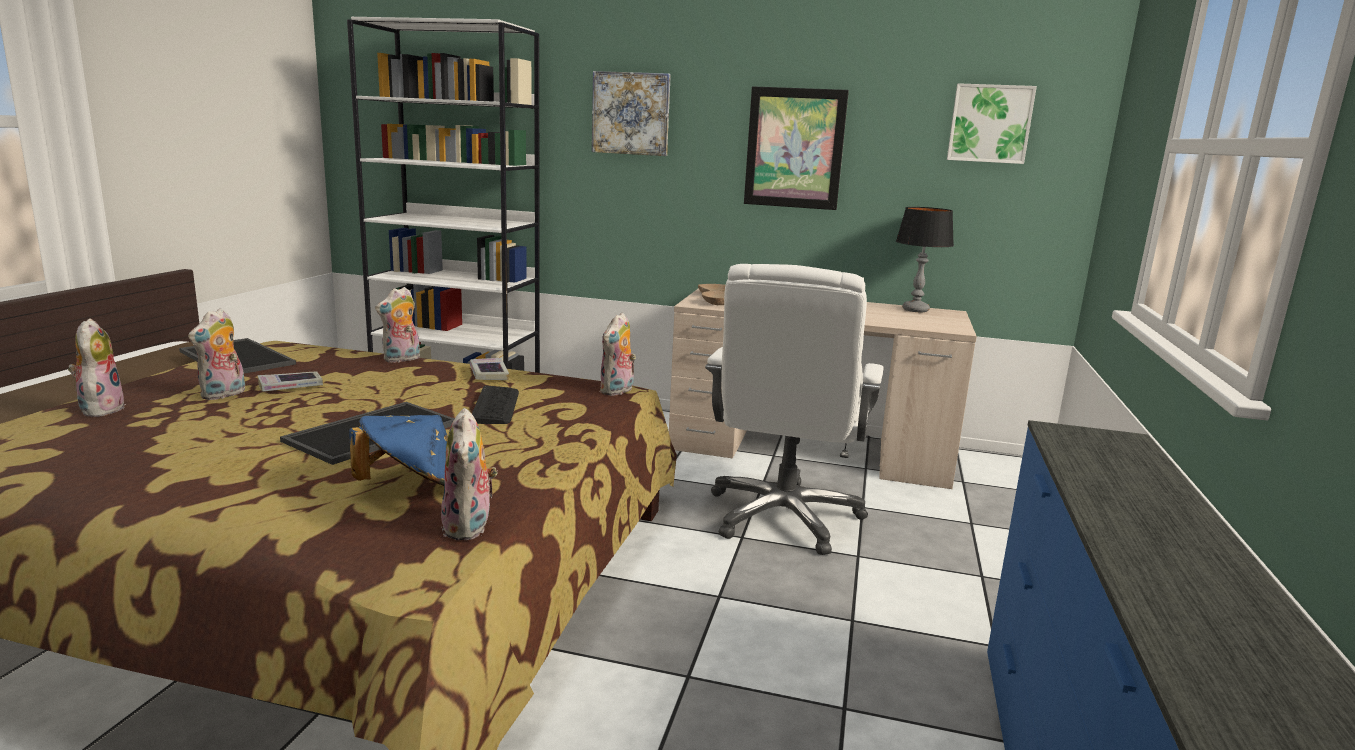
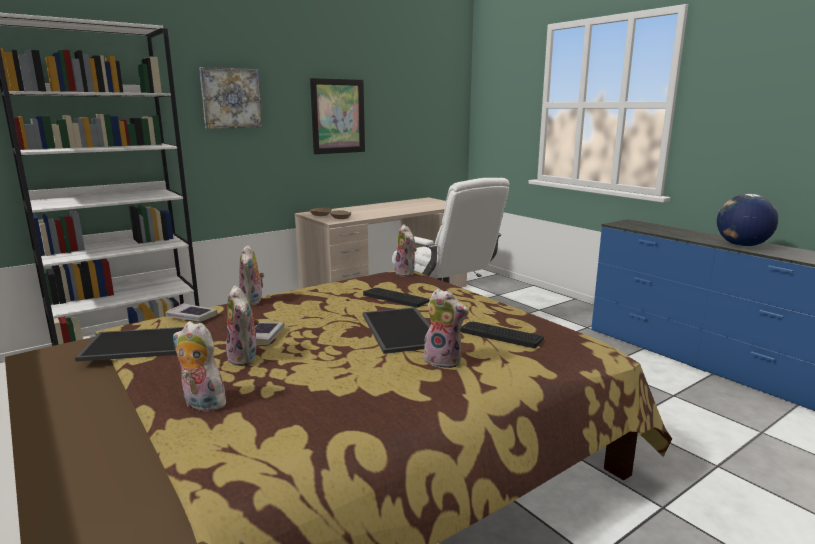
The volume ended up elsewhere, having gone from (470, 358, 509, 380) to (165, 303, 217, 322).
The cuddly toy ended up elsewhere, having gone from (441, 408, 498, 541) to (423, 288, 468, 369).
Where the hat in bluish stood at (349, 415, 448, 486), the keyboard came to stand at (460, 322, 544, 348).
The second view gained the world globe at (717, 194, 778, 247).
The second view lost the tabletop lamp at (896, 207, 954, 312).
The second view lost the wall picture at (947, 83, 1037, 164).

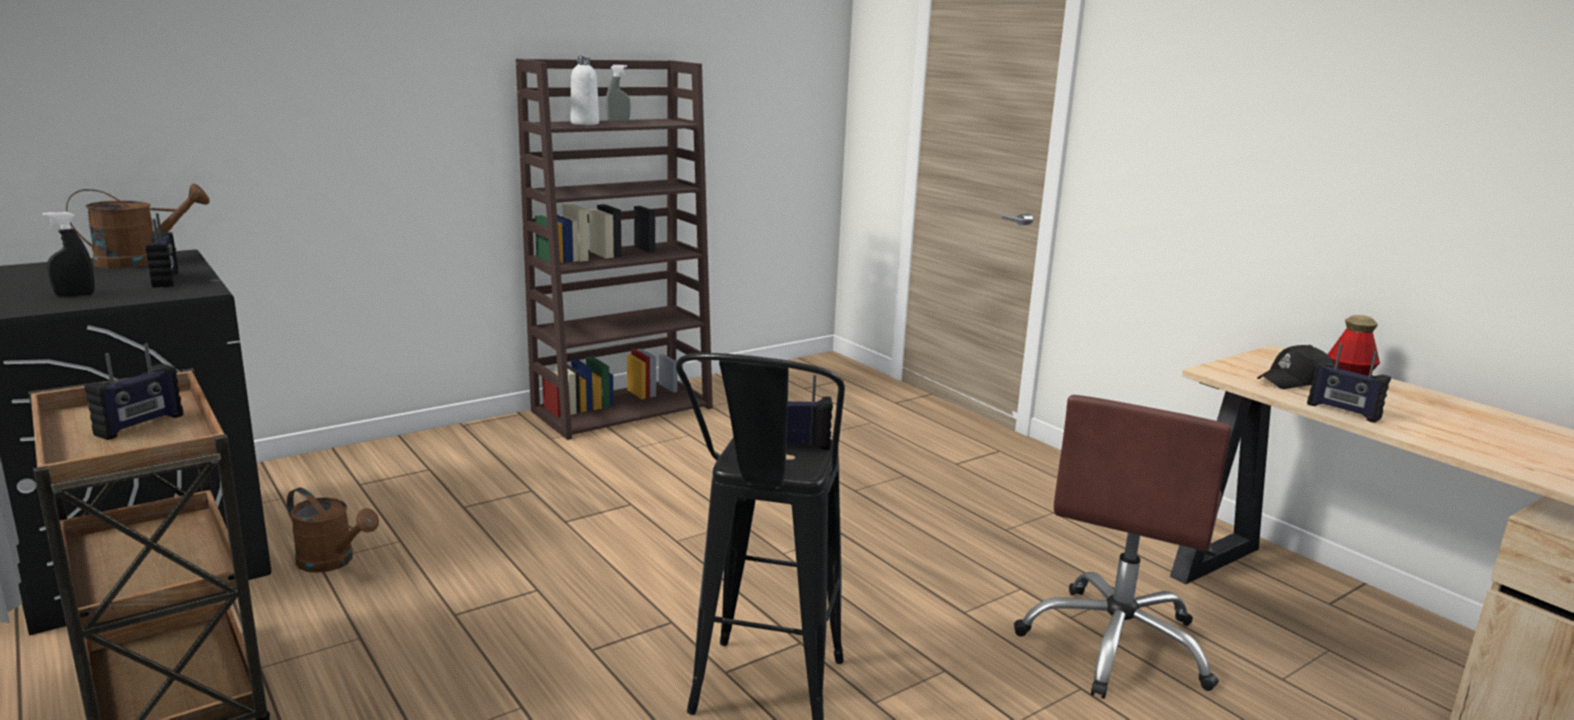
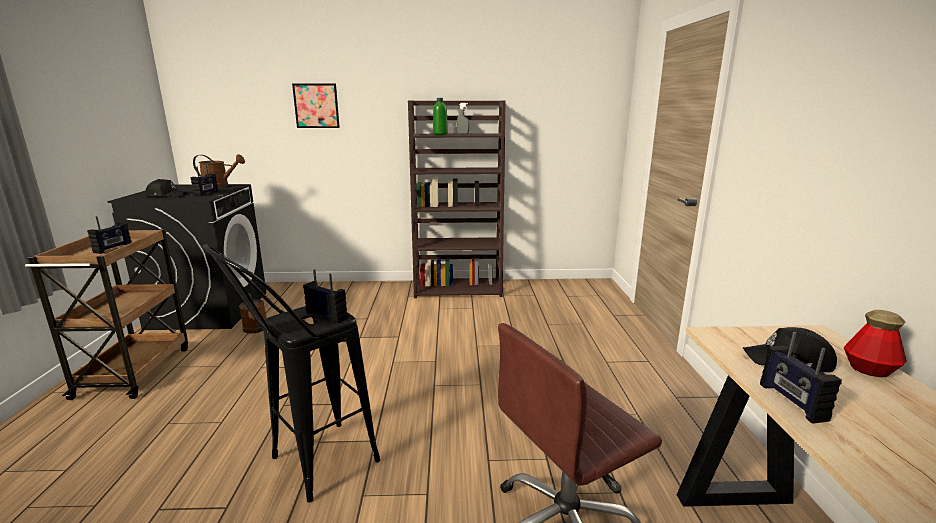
The radio at (84, 343, 183, 440) ended up facing another way, 45 degrees counterclockwise from before.
Where the sprayer in black stood at (42, 212, 95, 296), the baseball cap in black came to stand at (146, 179, 187, 197).
The second view gained the wall picture at (292, 84, 340, 128).
What was the bottle in white at (571, 56, 599, 125) turned into the bottle in green at (433, 98, 448, 135).

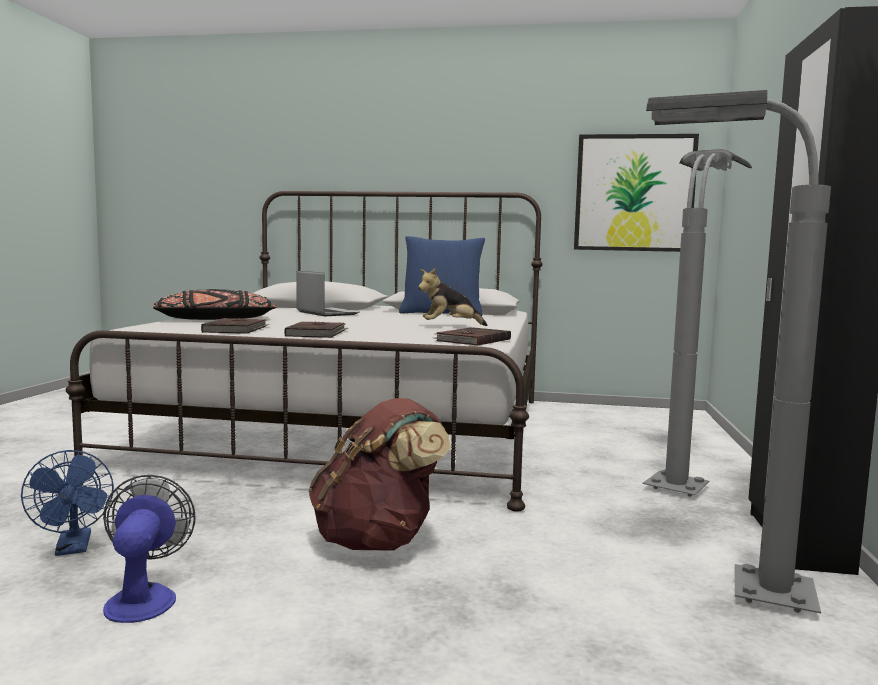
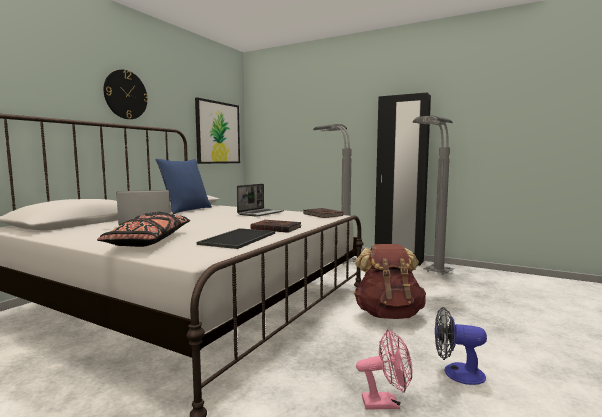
The second view gained the hanging clock at (104, 70, 148, 119).
Where the volume in brownish stood at (201, 318, 270, 334), the tray came to stand at (197, 228, 275, 249).
Where the cuddly toy stood at (418, 268, 487, 326), the portable computer came to stand at (237, 184, 284, 217).
What was the electric fan in bluish at (21, 450, 114, 556) turned into the electric fan in pinkish at (356, 329, 413, 410).

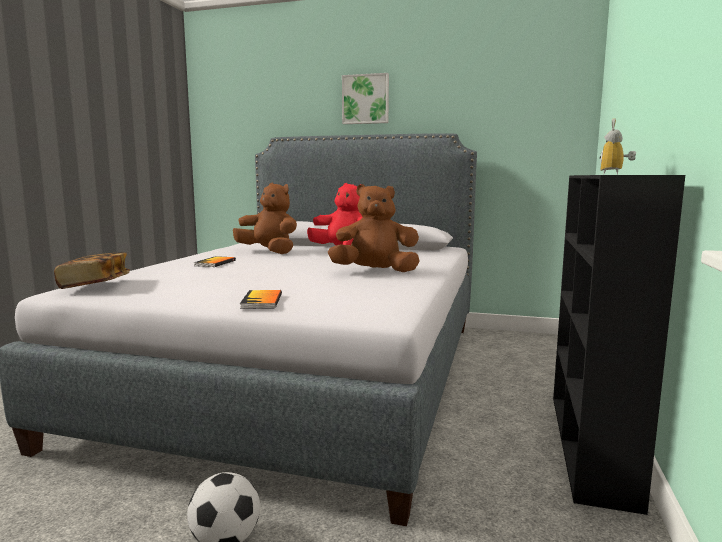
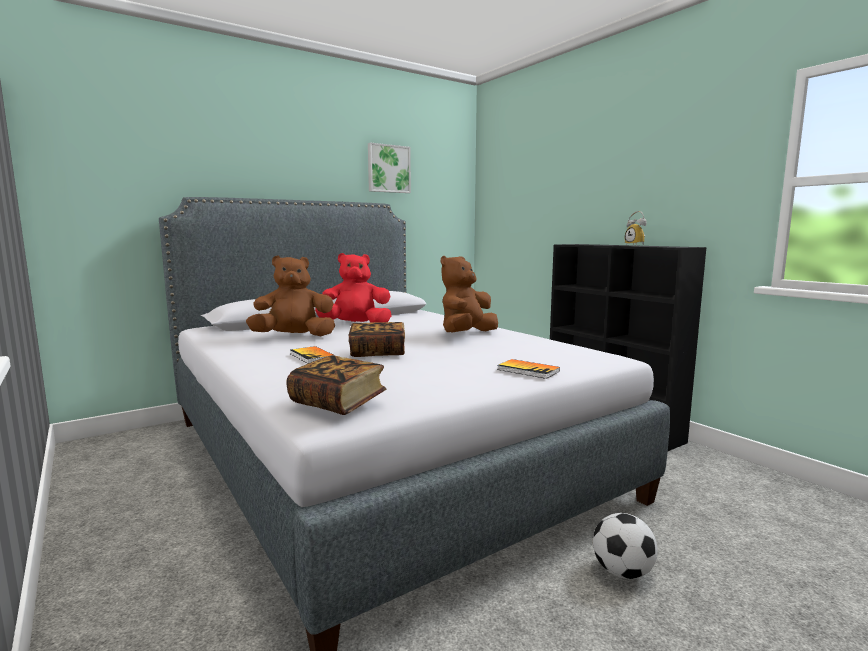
The second view gained the volume at (348, 322, 405, 357).
The wall picture ended up elsewhere, having gone from (342, 73, 389, 124) to (368, 143, 411, 193).

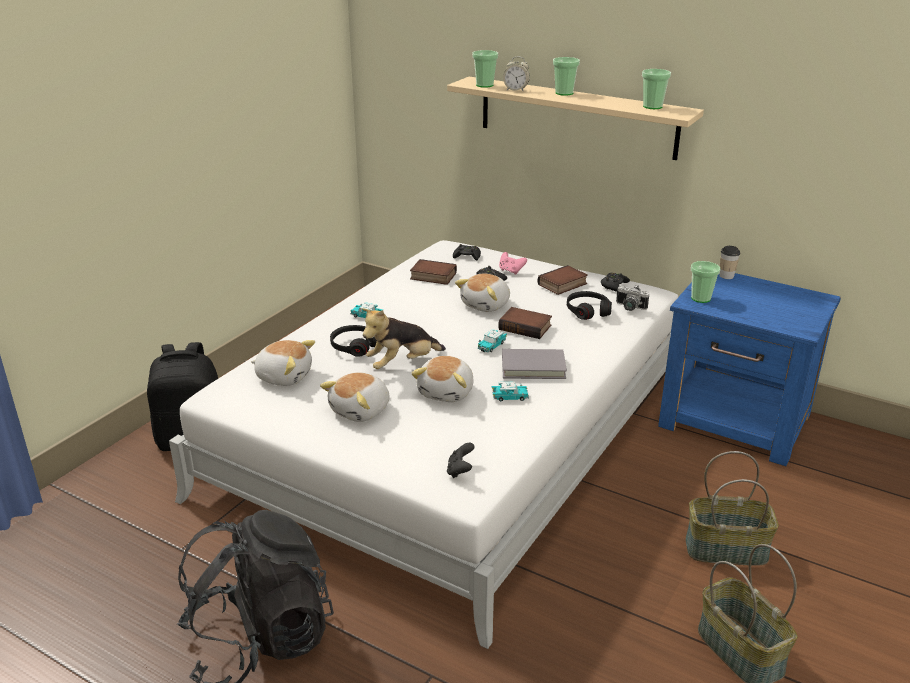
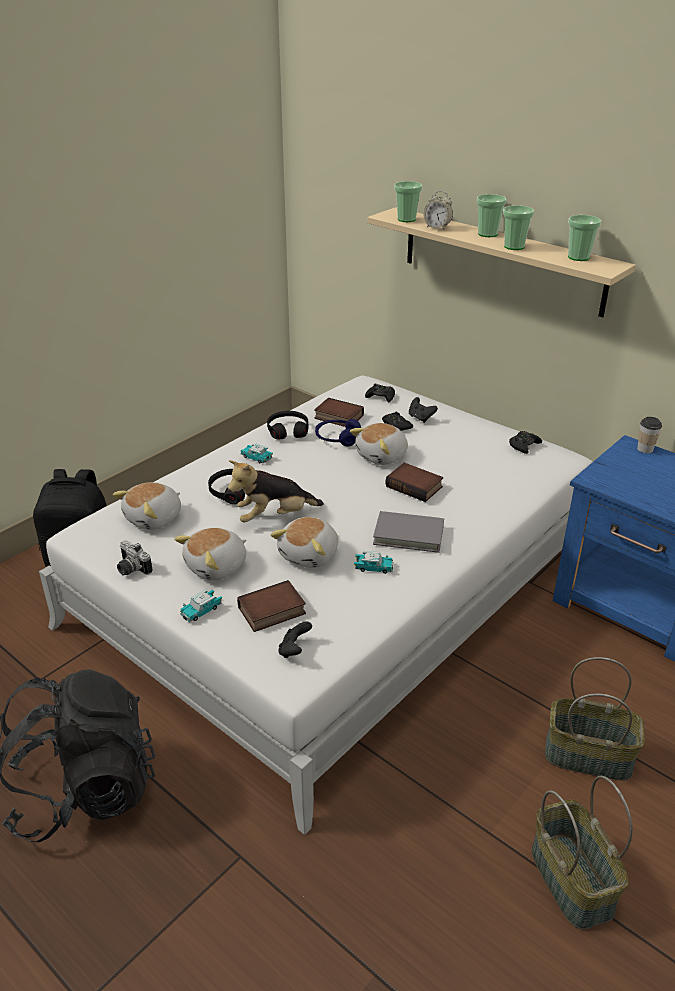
The cuddly toy at (251, 340, 315, 386) ended up facing another way, 105 degrees clockwise from before.
The still camera ended up elsewhere, having gone from (616, 285, 649, 311) to (117, 540, 152, 576).
The model car ended up elsewhere, having gone from (477, 329, 507, 352) to (180, 589, 222, 622).
The volume ended up elsewhere, having gone from (538, 265, 588, 295) to (237, 580, 306, 632).
The headset in black ended up elsewhere, having gone from (567, 291, 612, 320) to (267, 411, 308, 439).
The second view gained the headset in bluish at (315, 419, 361, 446).
What was the joypad in pinkish at (499, 252, 527, 275) turned into the joypad in black at (409, 397, 438, 423).
The cup ended up elsewhere, having gone from (691, 261, 720, 303) to (503, 205, 534, 250).

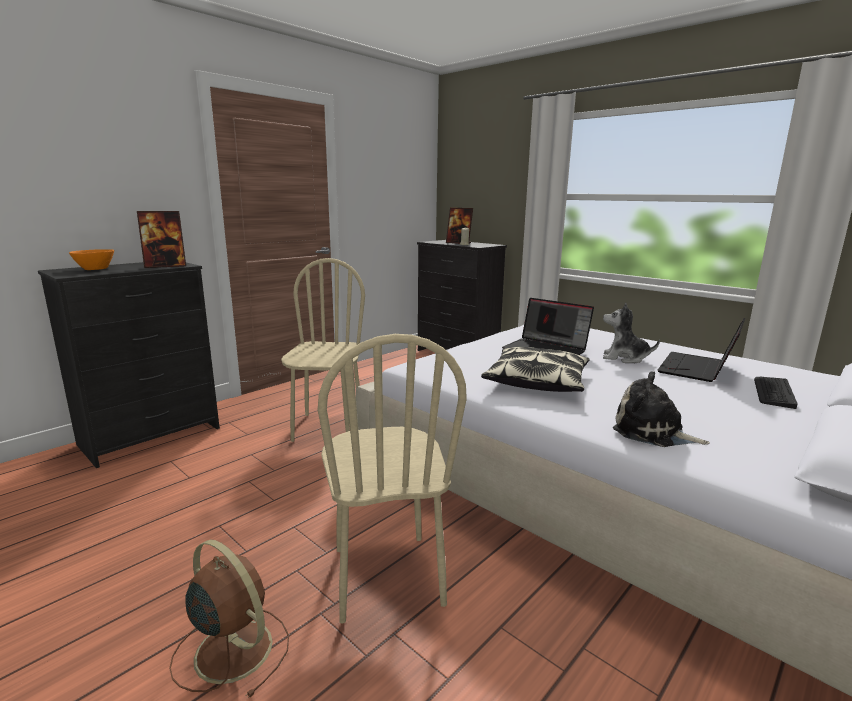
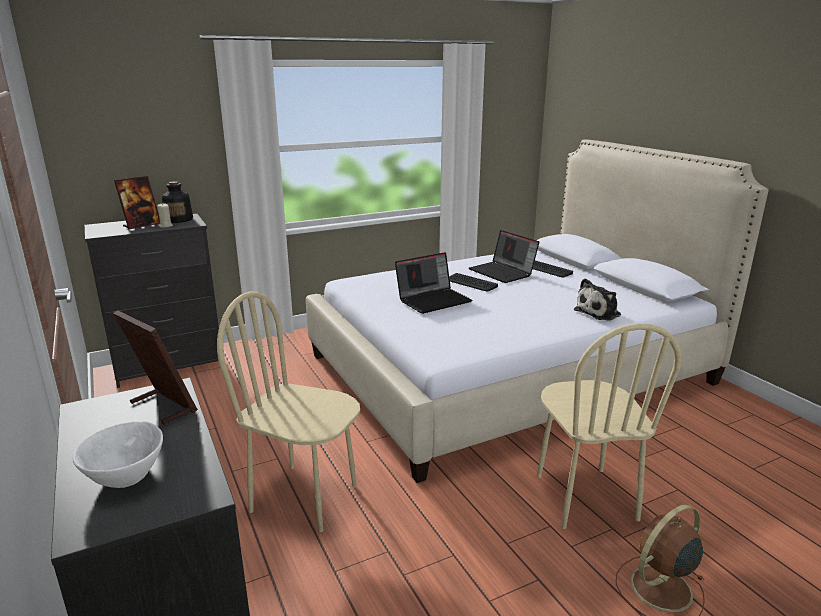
What was the serving bowl in orange-coloured at (69, 249, 114, 270) turned into the serving bowl in white at (73, 421, 163, 488).
The standing frame at (137, 211, 186, 268) ended up facing another way, 45 degrees counterclockwise from before.
The second view gained the bottle at (162, 181, 193, 223).
Where the cuddly toy stood at (603, 303, 660, 363), the keyboard came to stand at (449, 273, 498, 291).
The upright chair in beige-coloured at (318, 334, 467, 623) ended up facing another way, 75 degrees clockwise from before.
The second view lost the cushion at (481, 347, 590, 392).

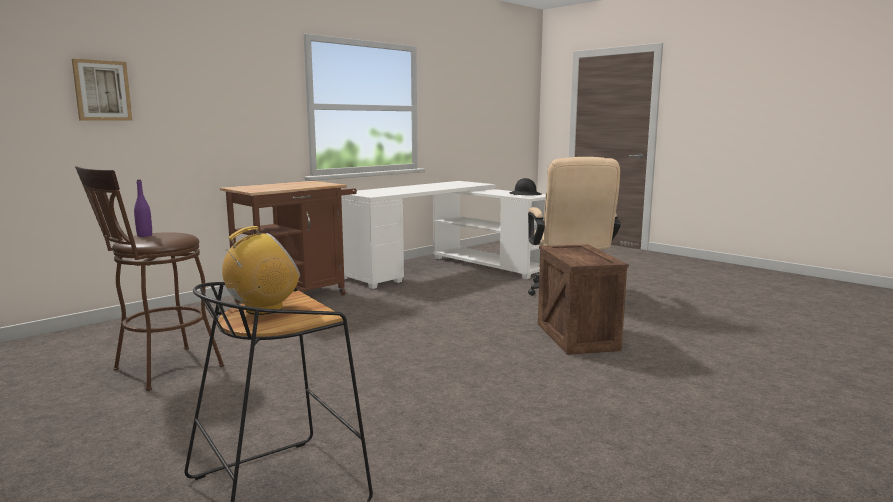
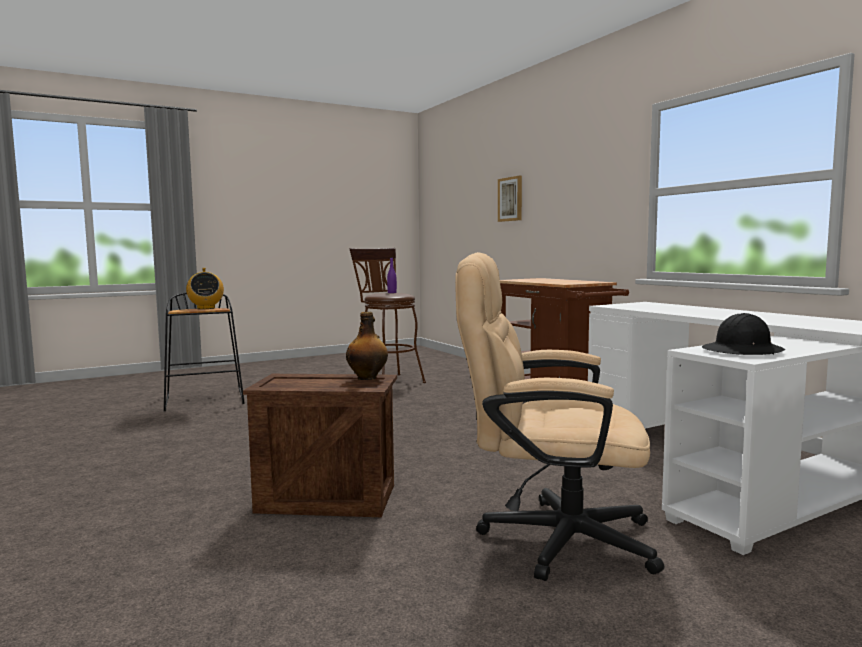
The second view gained the bottle at (346, 312, 388, 380).

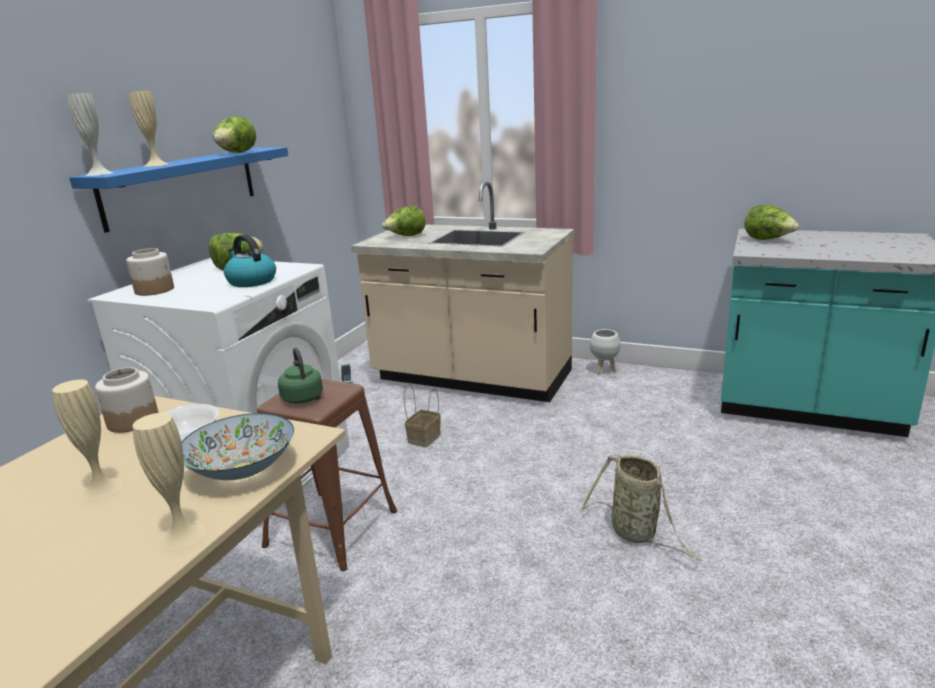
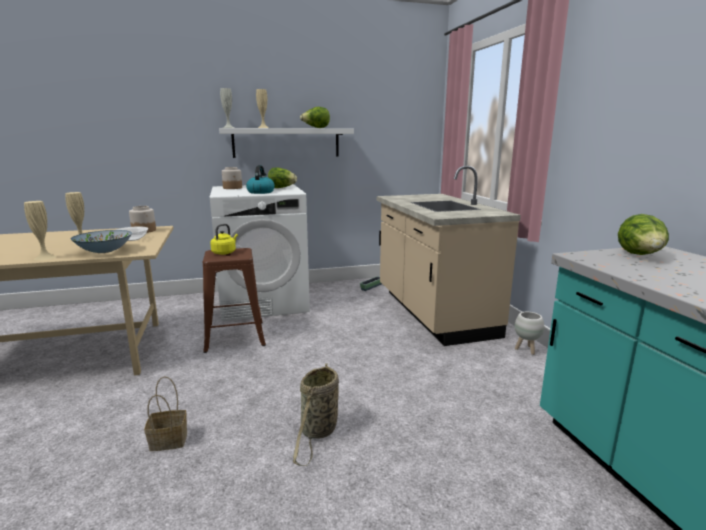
The storage basket ended up elsewhere, having gone from (404, 384, 441, 447) to (144, 376, 187, 451).
What was the kettle in green at (278, 347, 323, 404) turned into the kettle in yellow at (210, 224, 238, 255).
What was the wall shelf in bluish at (69, 147, 288, 233) turned into the wall shelf in white at (219, 128, 354, 158).
The second view lost the head of lettuce at (382, 206, 425, 236).

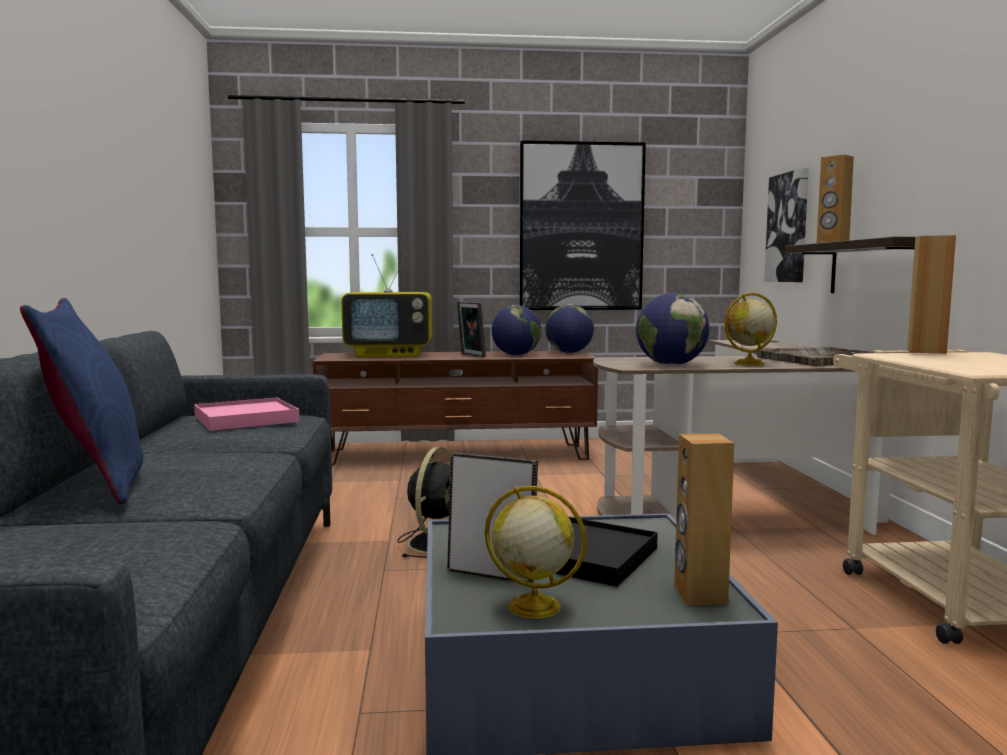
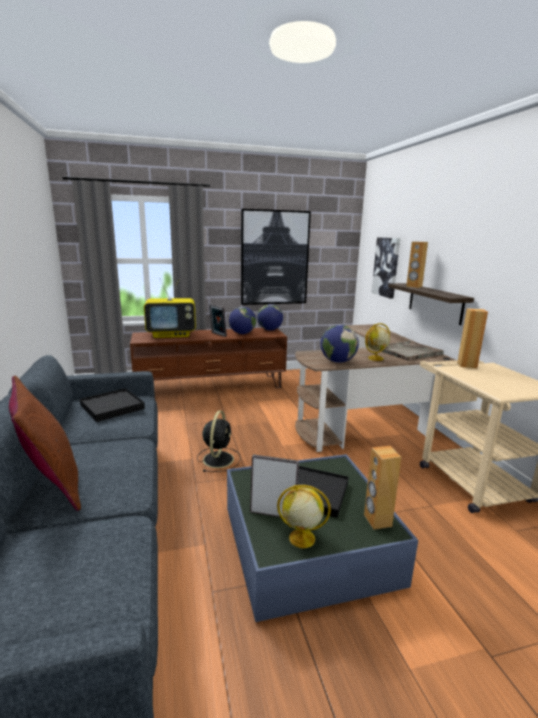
What was the cushion in bluish at (20, 298, 144, 504) turned into the cushion in brownish at (9, 376, 81, 511).
What was the tray in pinkish at (194, 397, 300, 431) turned into the tray in black at (80, 388, 145, 422).

